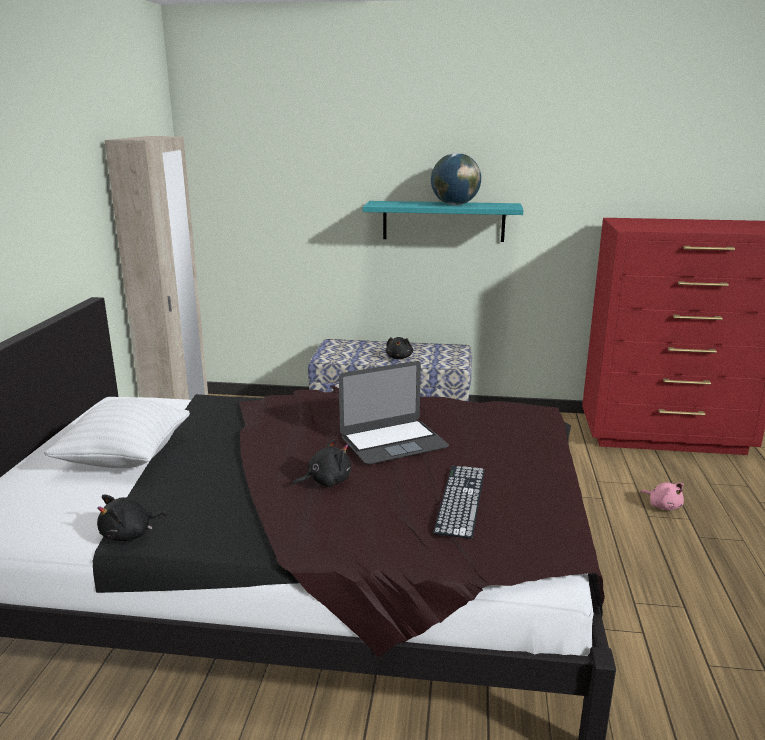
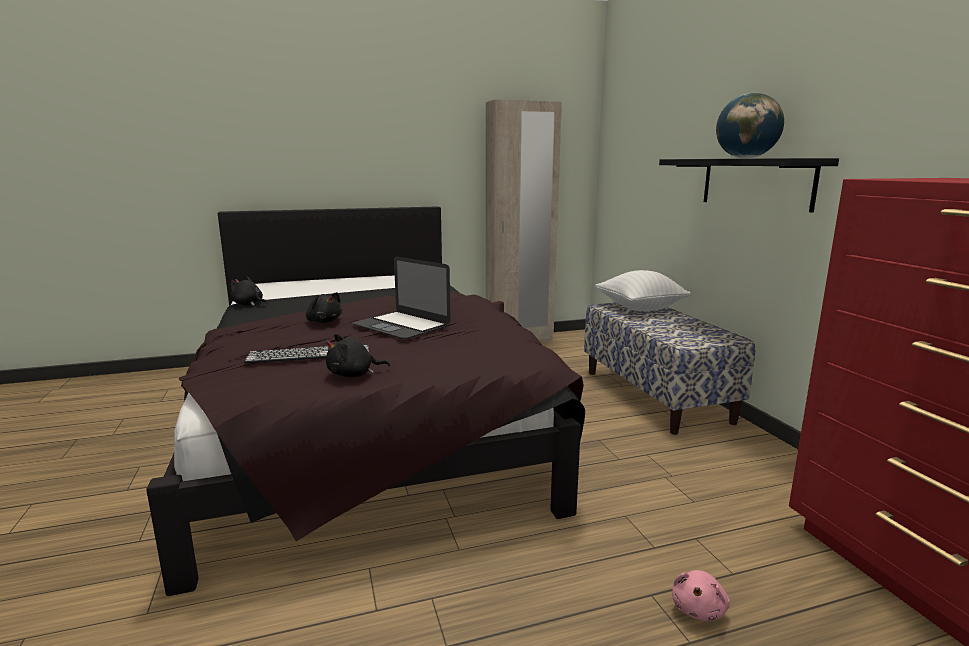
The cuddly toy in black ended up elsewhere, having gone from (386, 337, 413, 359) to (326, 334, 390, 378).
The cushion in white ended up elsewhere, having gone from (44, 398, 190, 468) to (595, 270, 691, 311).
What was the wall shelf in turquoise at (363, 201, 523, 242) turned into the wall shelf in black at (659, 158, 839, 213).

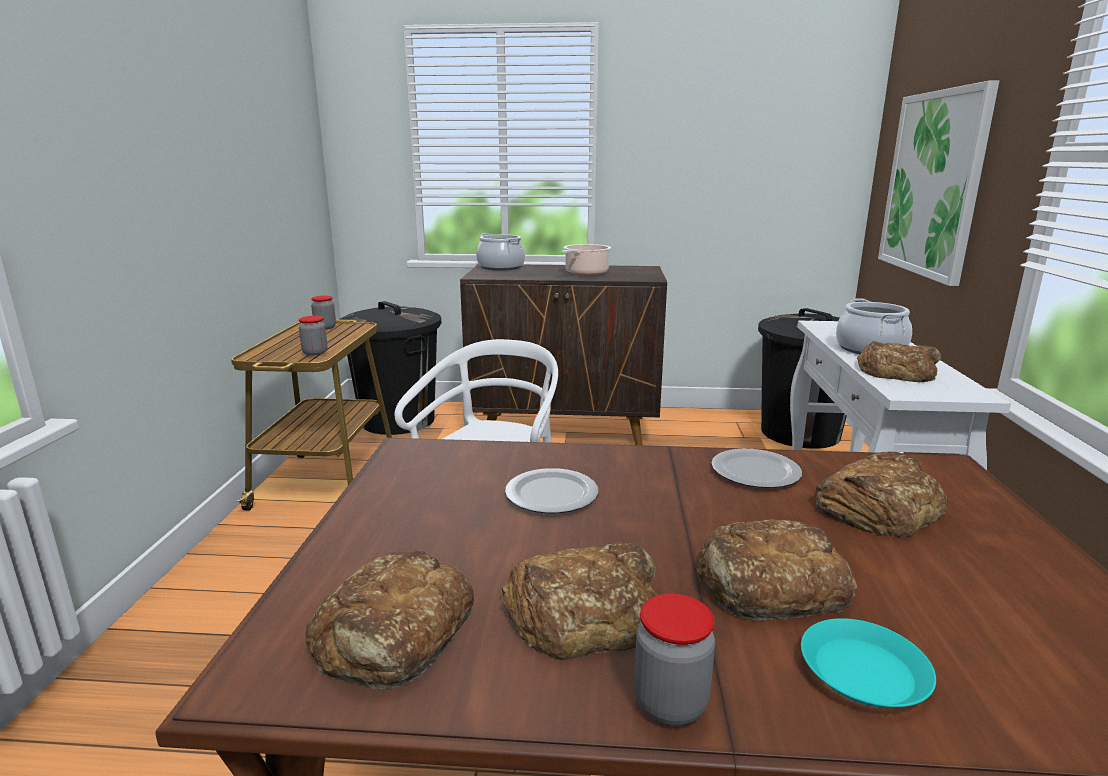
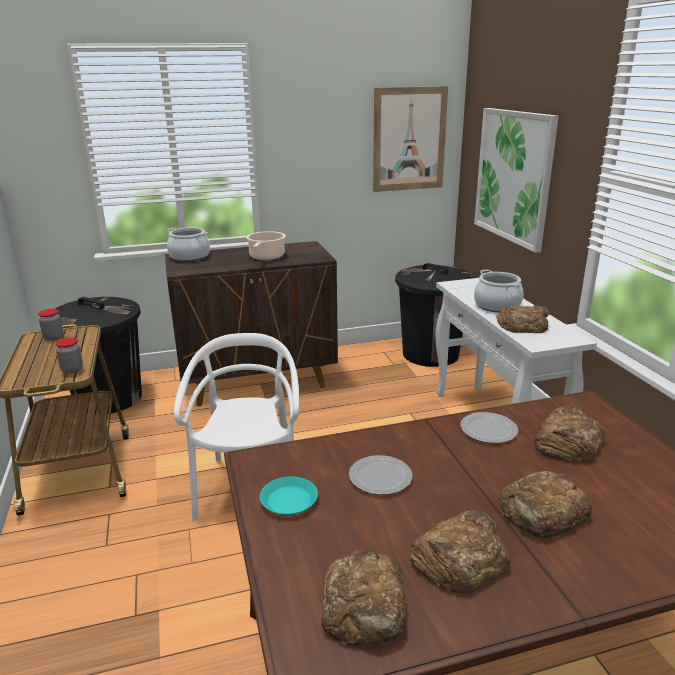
The dinner plate in turquoise ended up elsewhere, having gone from (801, 618, 936, 708) to (260, 476, 318, 515).
The second view gained the wall picture at (373, 86, 448, 192).
The second view lost the jar at (634, 594, 715, 725).

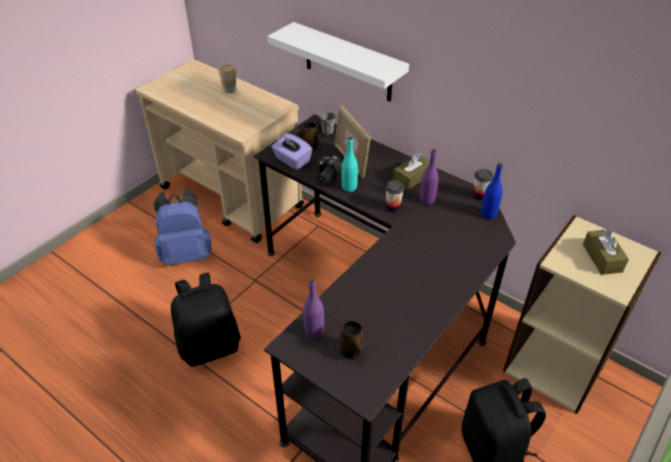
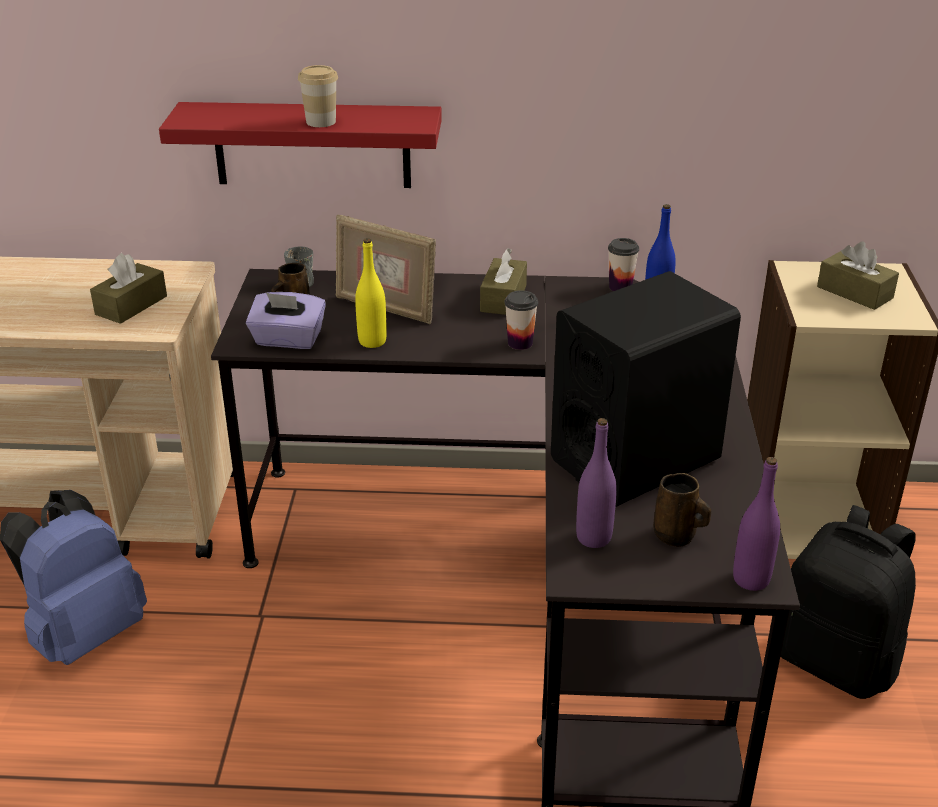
The second view gained the tissue holder in brownish at (90, 253, 167, 324).
What was the wall shelf in white at (267, 22, 409, 101) turned into the wall shelf in red at (159, 102, 442, 188).
The cup ended up elsewhere, having gone from (218, 65, 237, 93) to (298, 65, 338, 127).
Where the still camera stood at (317, 156, 342, 185), the bottle in yellow came to stand at (355, 238, 387, 348).
The second view gained the speaker in black at (551, 271, 741, 507).
The bottle in purple-coloured ended up elsewhere, having gone from (420, 149, 439, 205) to (733, 457, 780, 591).
The second view lost the knapsack in black at (171, 273, 241, 367).
The second view lost the bottle in turquoise at (342, 137, 358, 192).

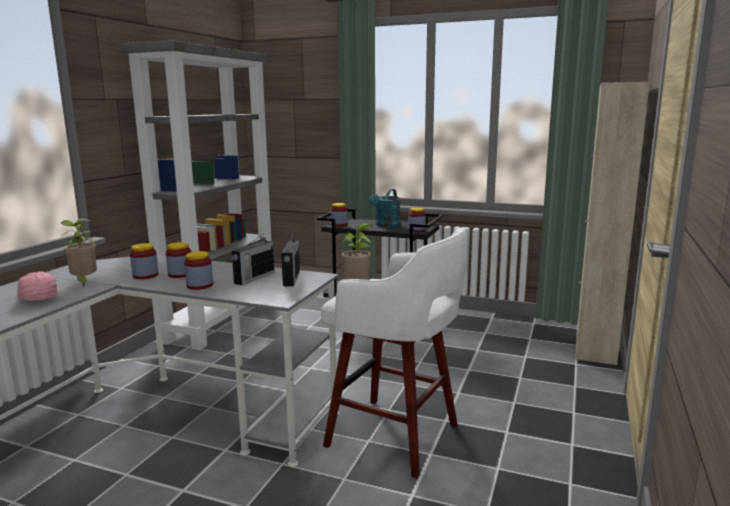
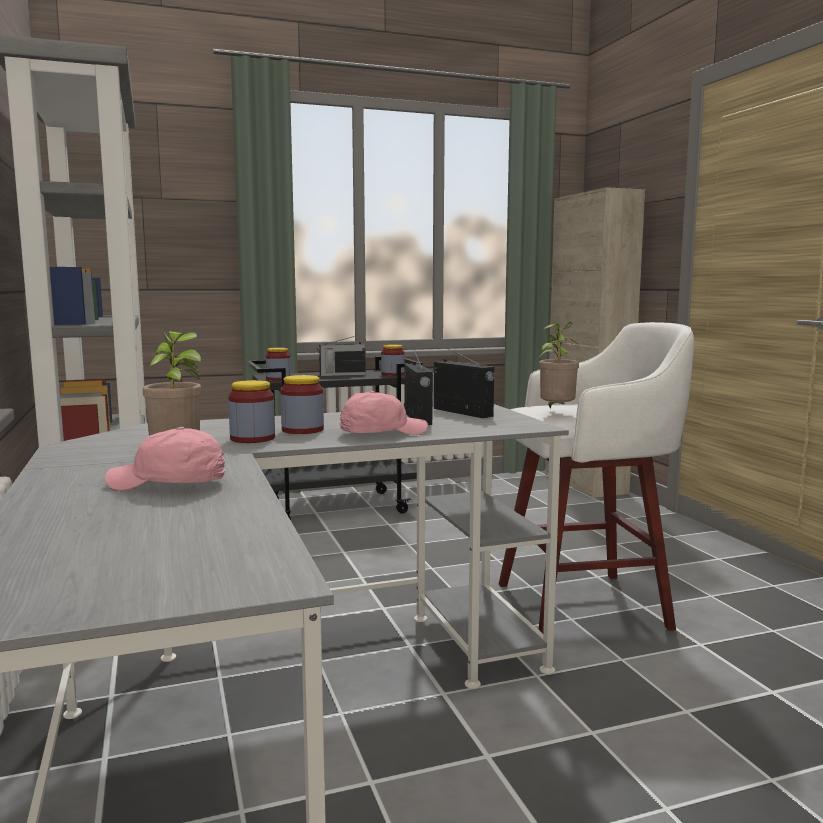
Where the watering can in turquoise stood at (369, 189, 401, 227), the radio came to stand at (318, 335, 366, 376).
Where the jar stood at (184, 251, 213, 290), the baseball cap in pinkish came to stand at (339, 391, 428, 435).

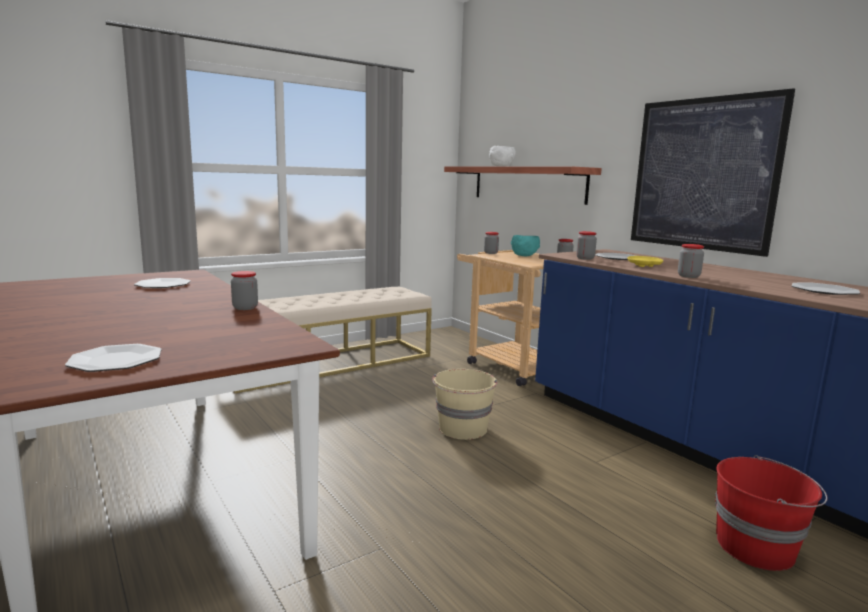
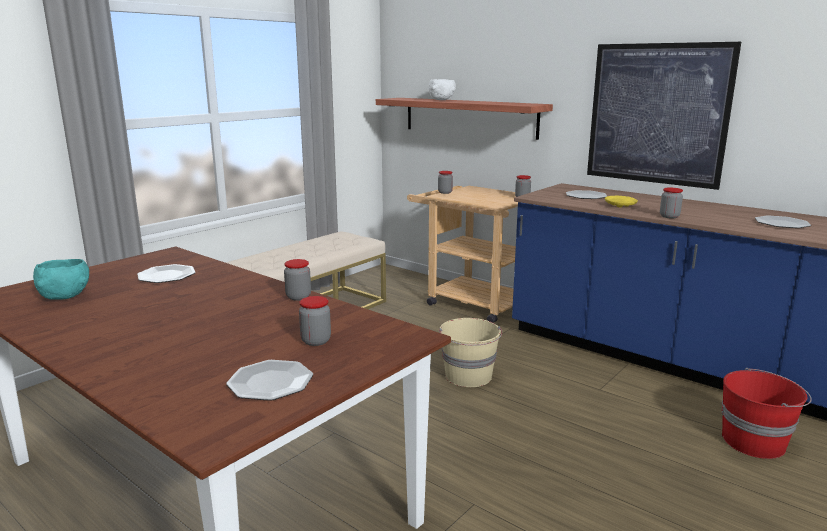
The serving bowl in turquoise ended up elsewhere, having gone from (511, 235, 540, 256) to (33, 259, 89, 300).
The jar ended up elsewhere, having gone from (576, 231, 597, 260) to (299, 296, 331, 346).

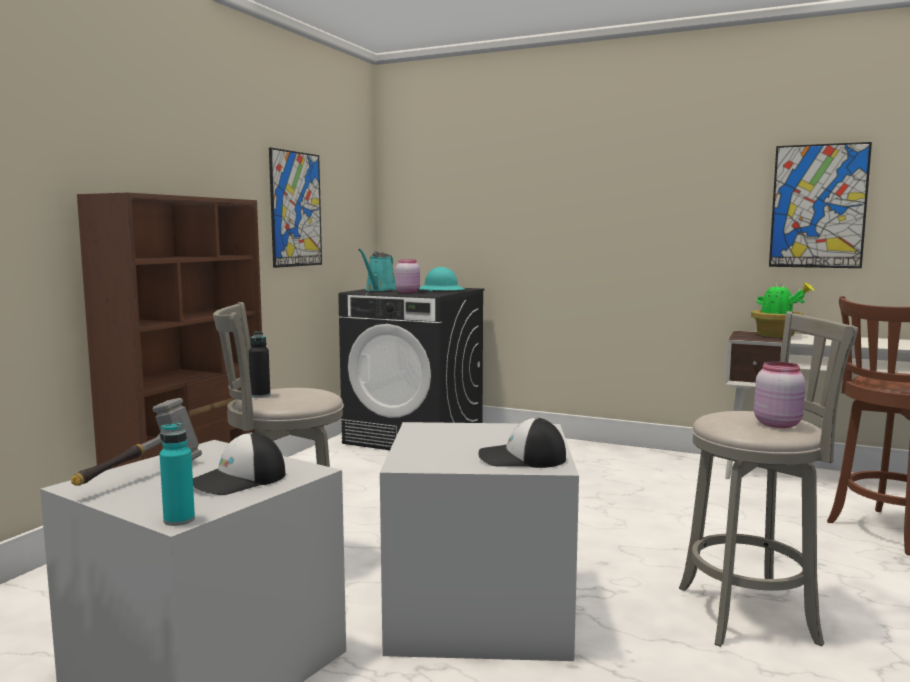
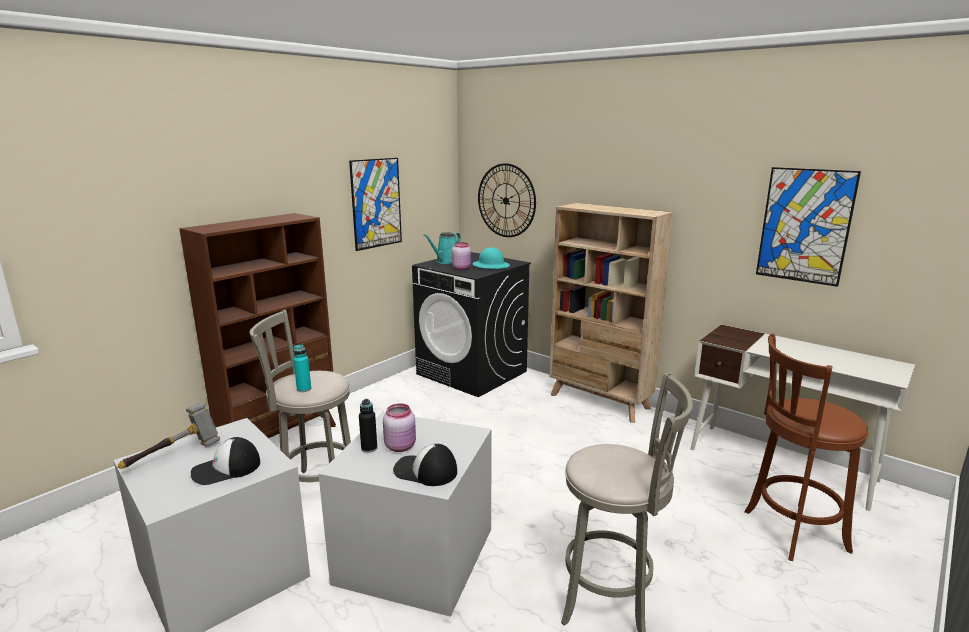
The bottle in turquoise ended up elsewhere, having gone from (160, 423, 195, 526) to (293, 345, 311, 392).
The bottle in black ended up elsewhere, having gone from (249, 331, 270, 398) to (359, 399, 377, 453).
The jar in pinkish ended up elsewhere, having gone from (754, 362, 806, 428) to (383, 403, 416, 452).
The second view gained the hanging clock at (478, 163, 536, 237).
The second view gained the shelving unit in beige-coloured at (550, 203, 673, 423).
The second view lost the houseplant at (751, 282, 814, 337).

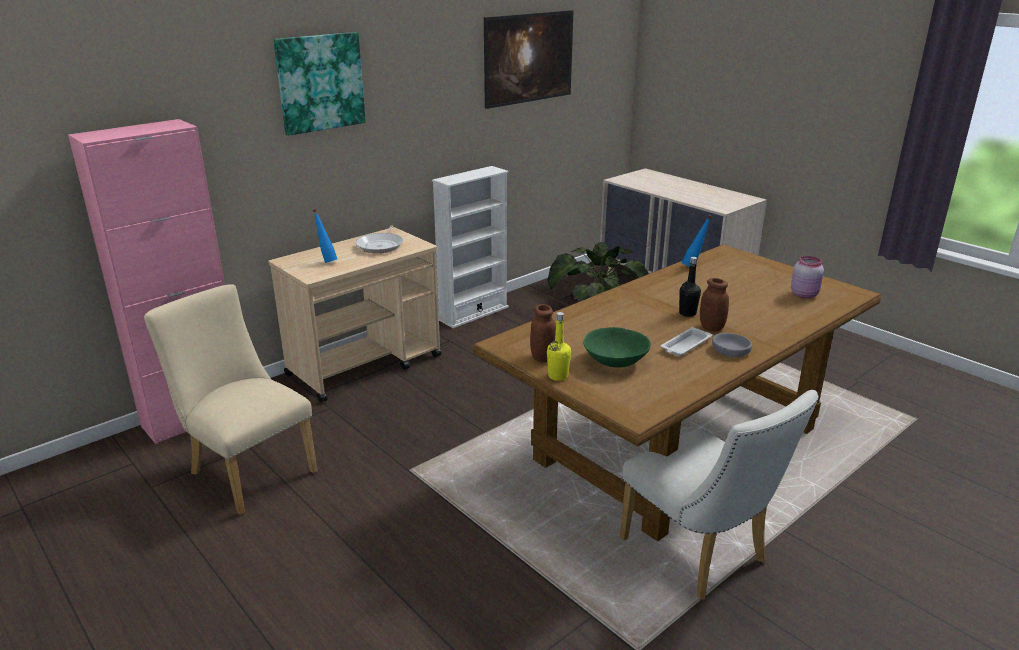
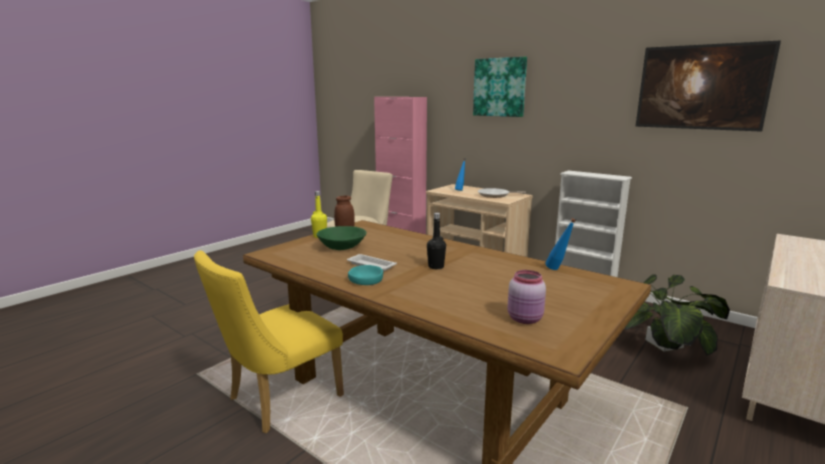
What was the upright chair in white at (620, 390, 819, 600) turned into the upright chair in yellow at (194, 251, 344, 433).
What was the serving bowl in greyish at (712, 333, 752, 357) turned into the serving bowl in turquoise at (348, 265, 383, 285).
The second view lost the jar in brownish at (700, 278, 729, 332).

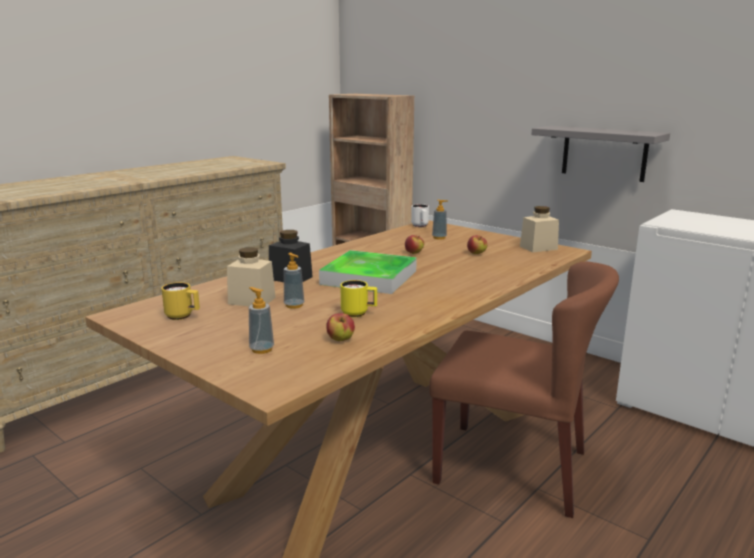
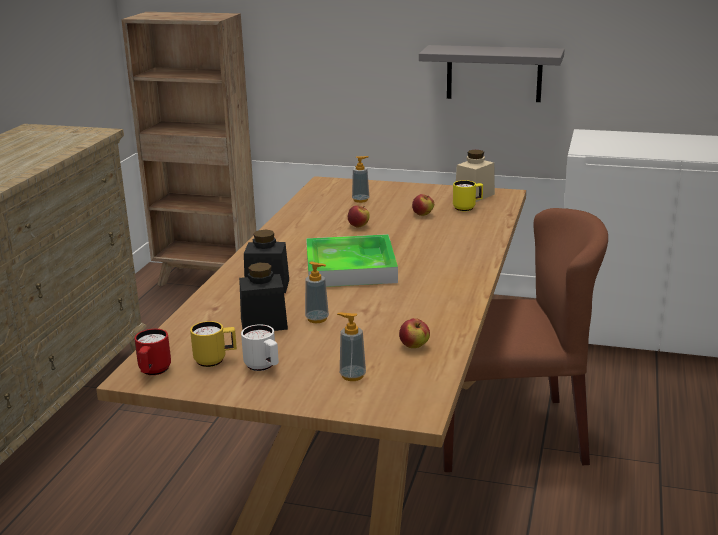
The second view gained the coffee mug in red at (134, 329, 171, 375).
What was the jar in beige-coloured at (227, 247, 276, 306) turned into the jar in black at (239, 263, 288, 331).
The coffee mug in white ended up elsewhere, having gone from (411, 204, 429, 227) to (241, 324, 279, 371).
The coffee mug in yellow ended up elsewhere, having gone from (340, 280, 377, 317) to (453, 180, 483, 211).

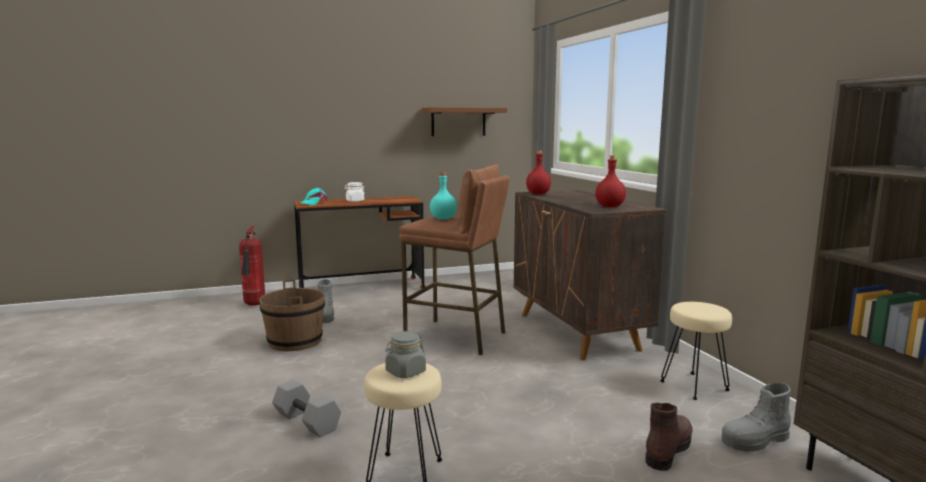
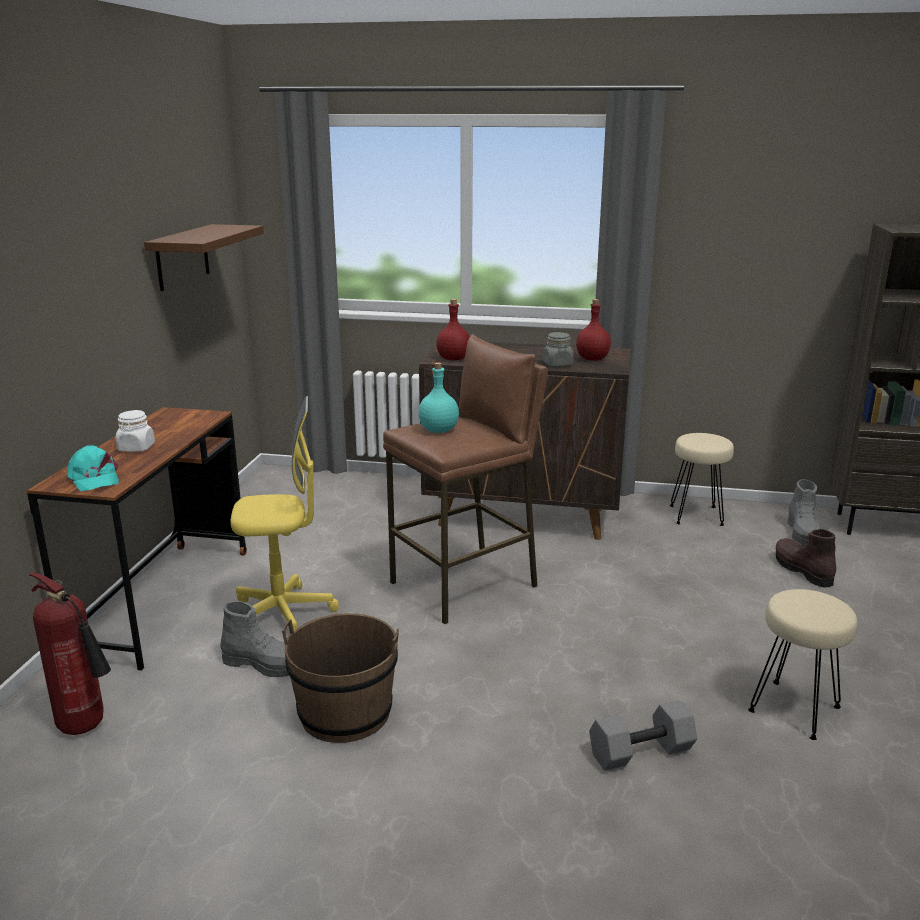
The second view gained the office chair in yellow at (230, 396, 339, 630).
The jar in greyish ended up elsewhere, having gone from (385, 331, 426, 378) to (543, 332, 574, 367).

